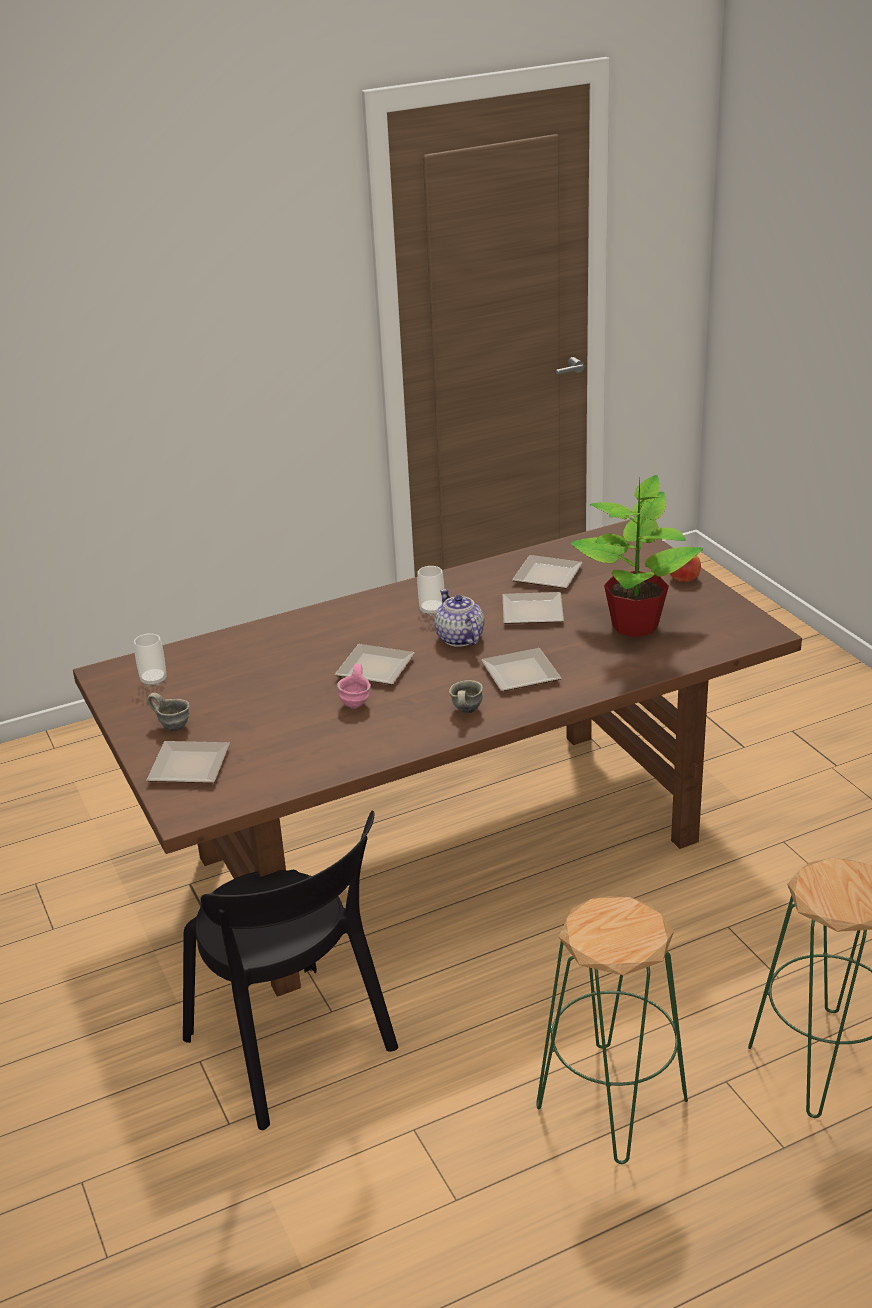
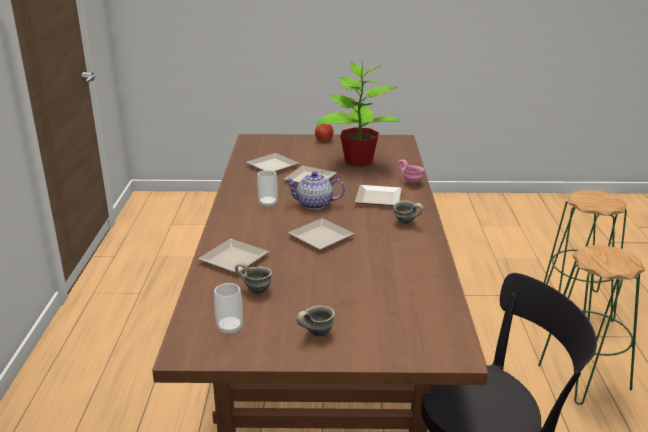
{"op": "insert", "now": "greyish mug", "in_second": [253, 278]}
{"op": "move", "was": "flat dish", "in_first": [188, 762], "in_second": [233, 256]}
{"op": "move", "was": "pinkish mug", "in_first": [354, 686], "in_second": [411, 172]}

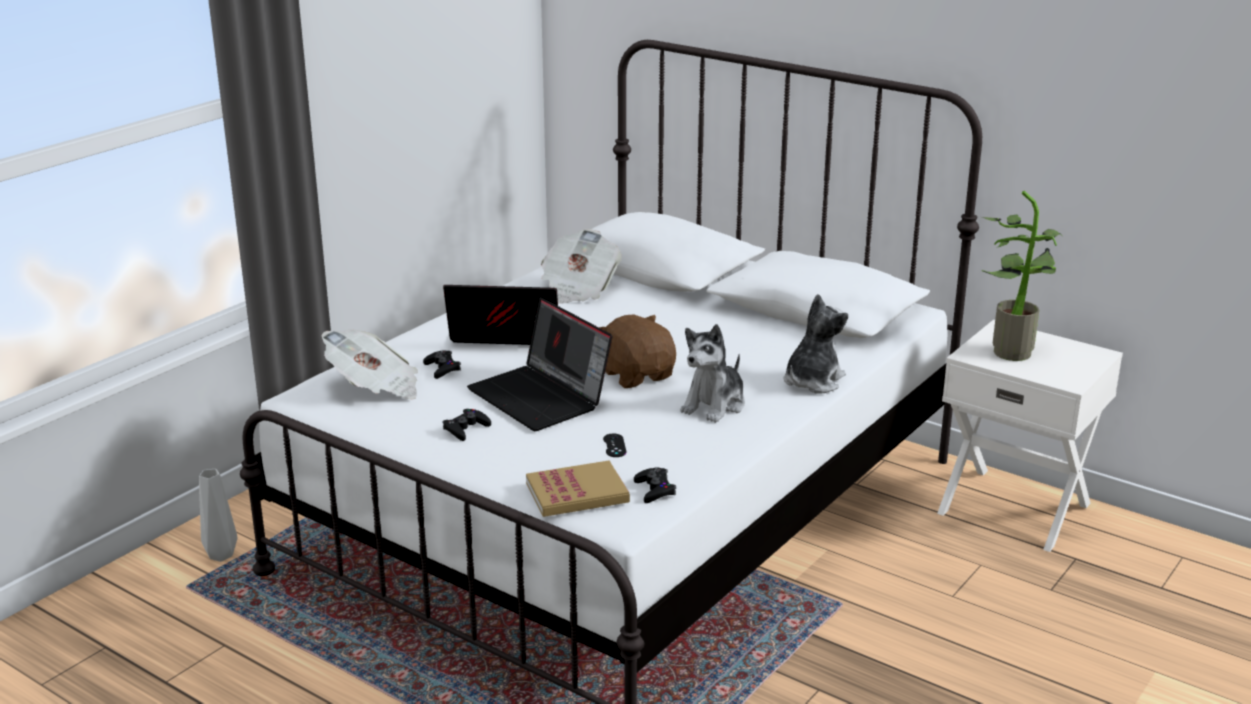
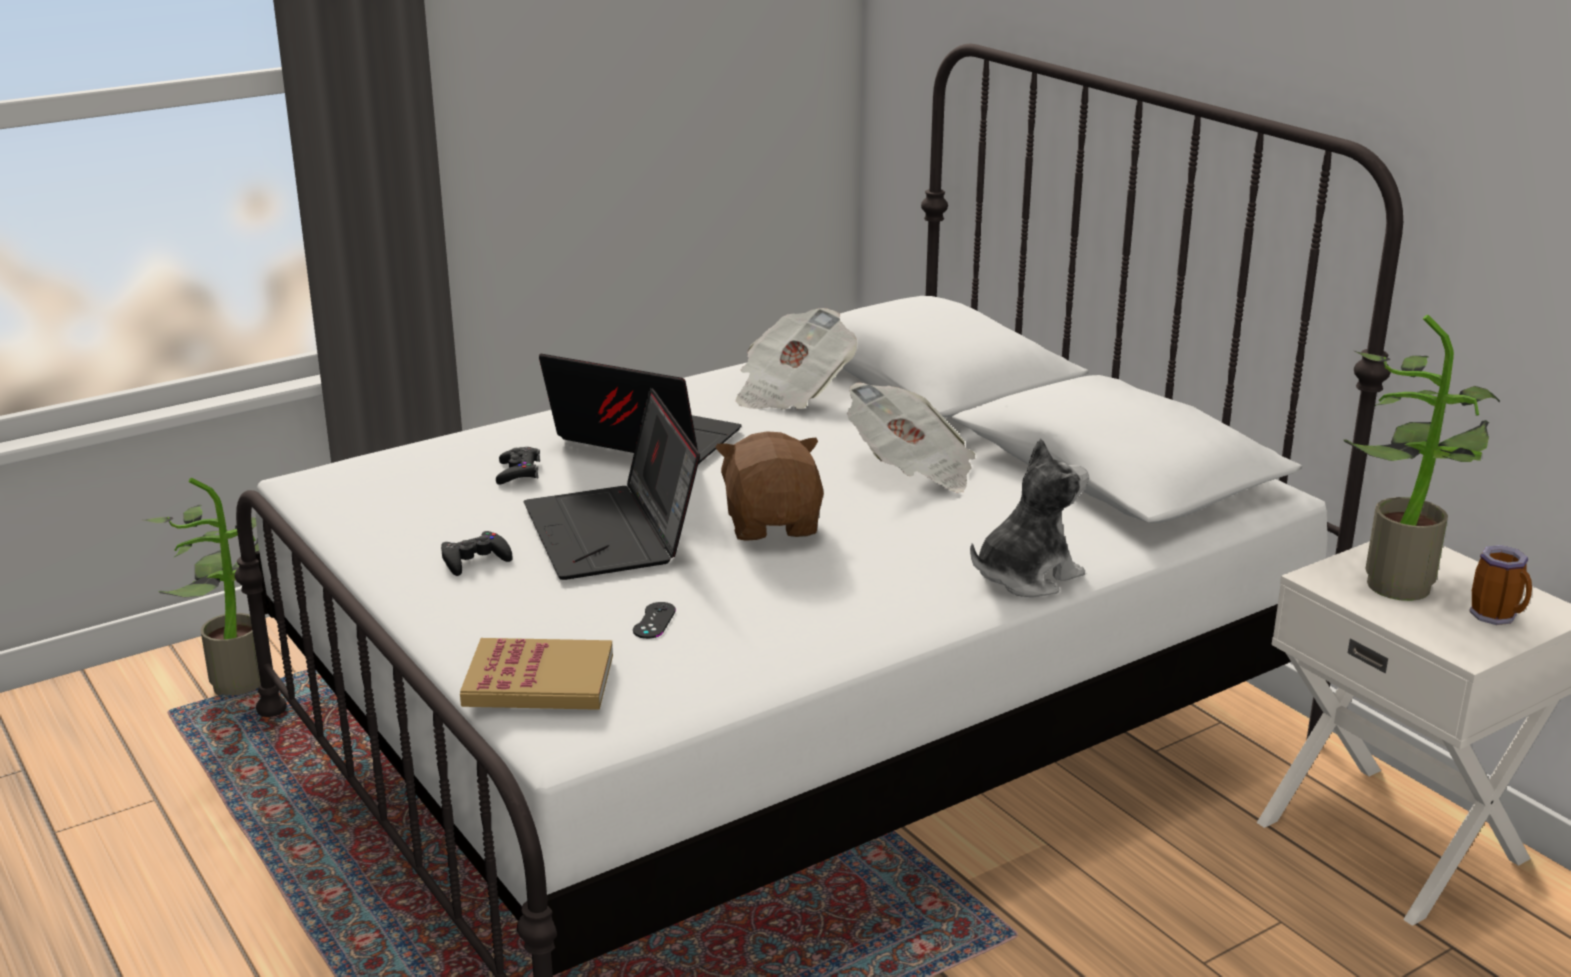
{"op": "delete", "was": "black-coloured gamepad", "in_first": [655, 485]}
{"op": "delete", "was": "cuddly toy", "in_first": [712, 373]}
{"op": "insert", "now": "mug", "in_second": [1500, 585]}
{"op": "move", "was": "printed paper", "in_first": [370, 364], "in_second": [911, 437]}
{"op": "replace", "was": "greyish vase", "now": "houseplant", "in_first": [218, 515], "in_second": [202, 586]}

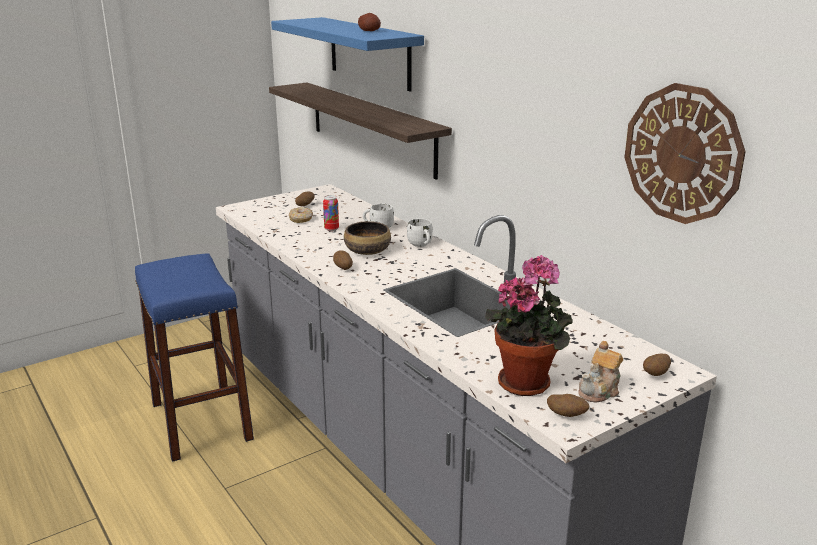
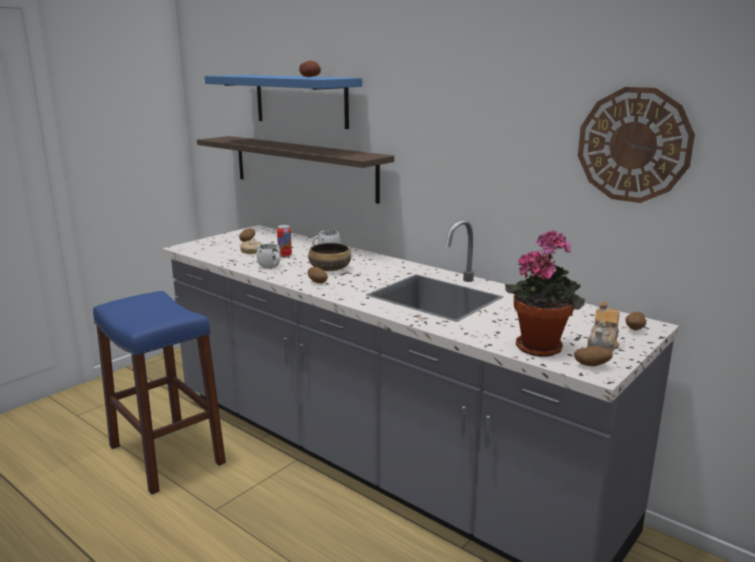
{"op": "move", "was": "whitish mug", "in_first": [420, 232], "in_second": [269, 256]}

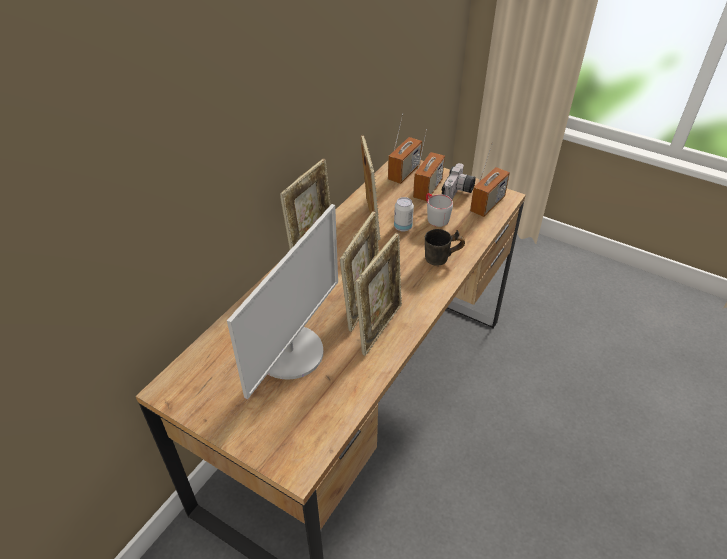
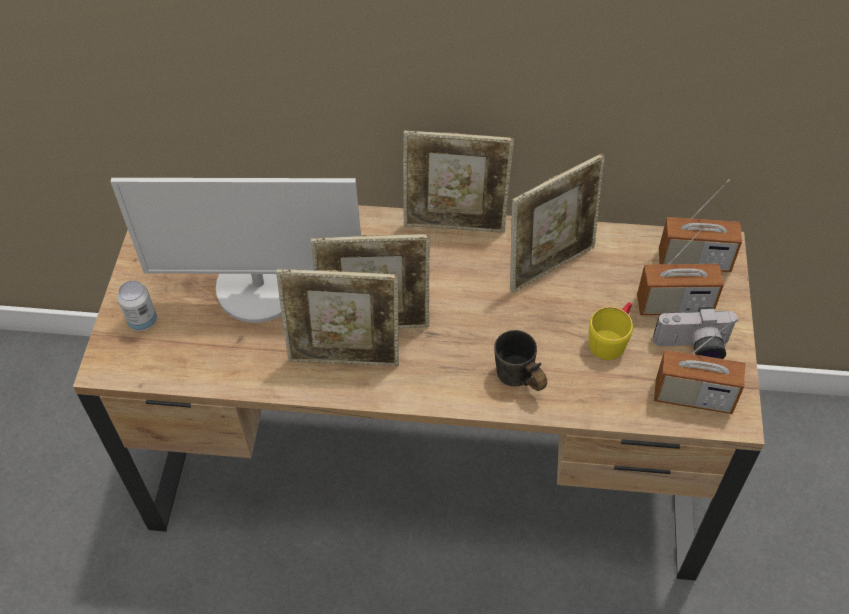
{"op": "move", "was": "can", "in_first": [404, 214], "in_second": [137, 306]}
{"op": "recolor", "was": "greyish mug", "now": "yellowish mug", "in_first": [439, 210], "in_second": [611, 331]}

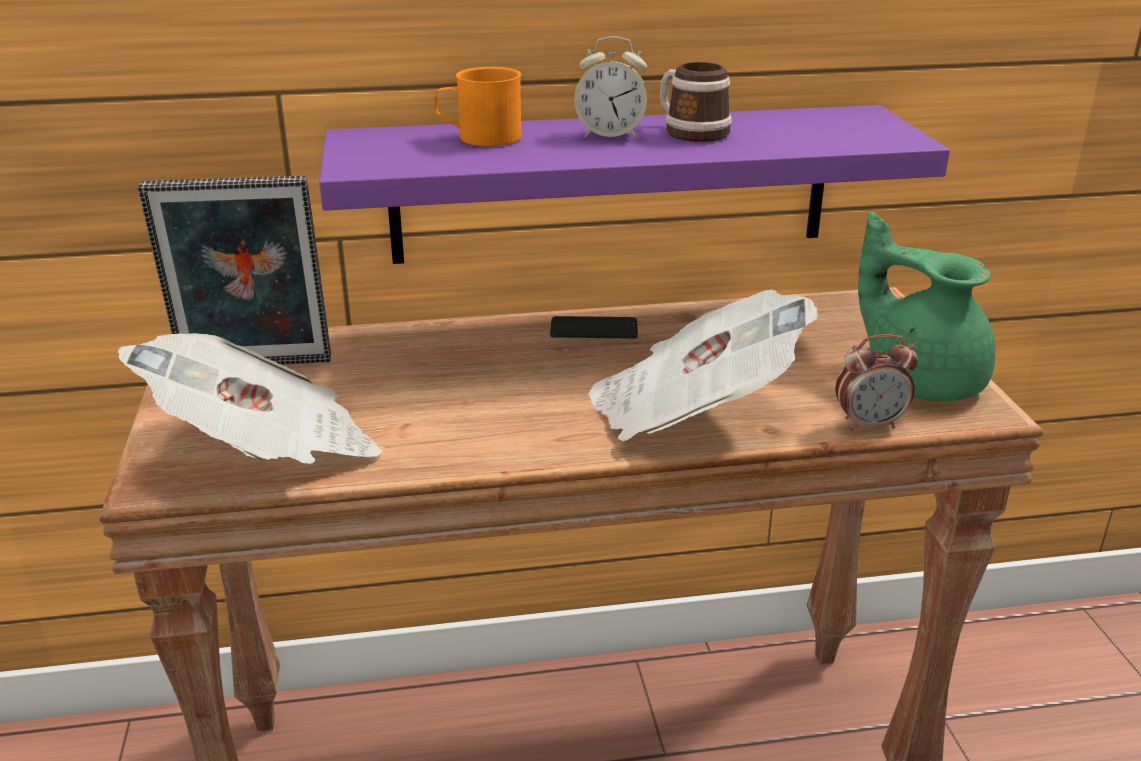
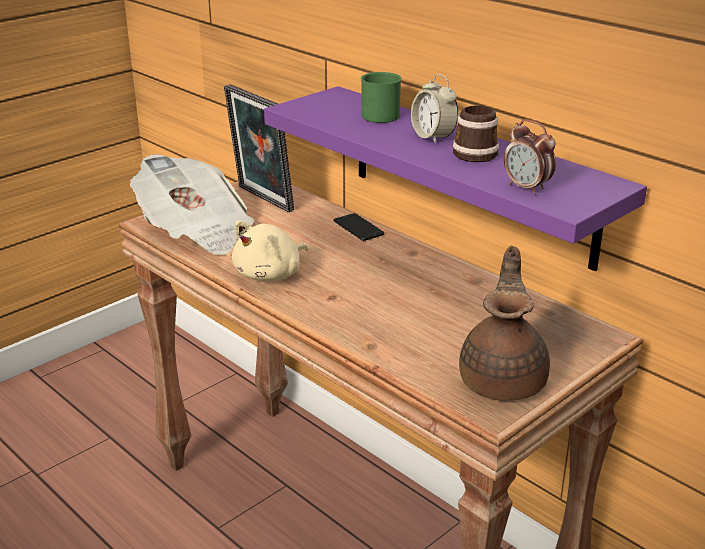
{"op": "delete", "was": "printed paper", "in_first": [703, 365]}
{"op": "insert", "now": "beige cuddly toy", "in_second": [270, 251]}
{"op": "move", "was": "handset", "in_first": [594, 327], "in_second": [359, 227]}
{"op": "move", "was": "table clock", "in_first": [876, 382], "in_second": [530, 157]}
{"op": "recolor", "was": "orange-coloured mug", "now": "green-coloured mug", "in_first": [478, 107], "in_second": [381, 97]}
{"op": "recolor", "was": "green-coloured teapot", "now": "brownish teapot", "in_first": [927, 306], "in_second": [504, 323]}

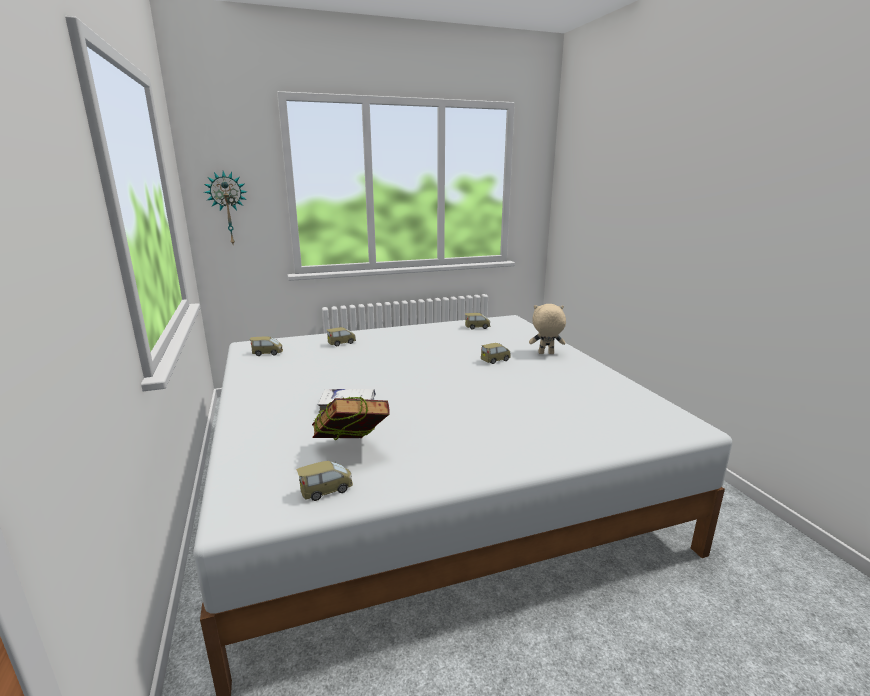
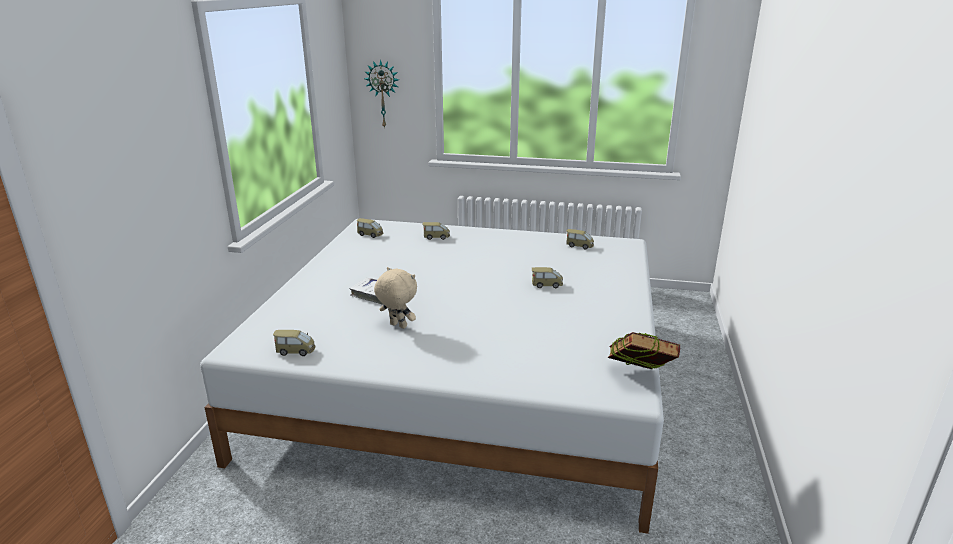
{"op": "move", "was": "book", "in_first": [350, 418], "in_second": [644, 350]}
{"op": "move", "was": "beige cuddly toy", "in_first": [547, 329], "in_second": [395, 298]}

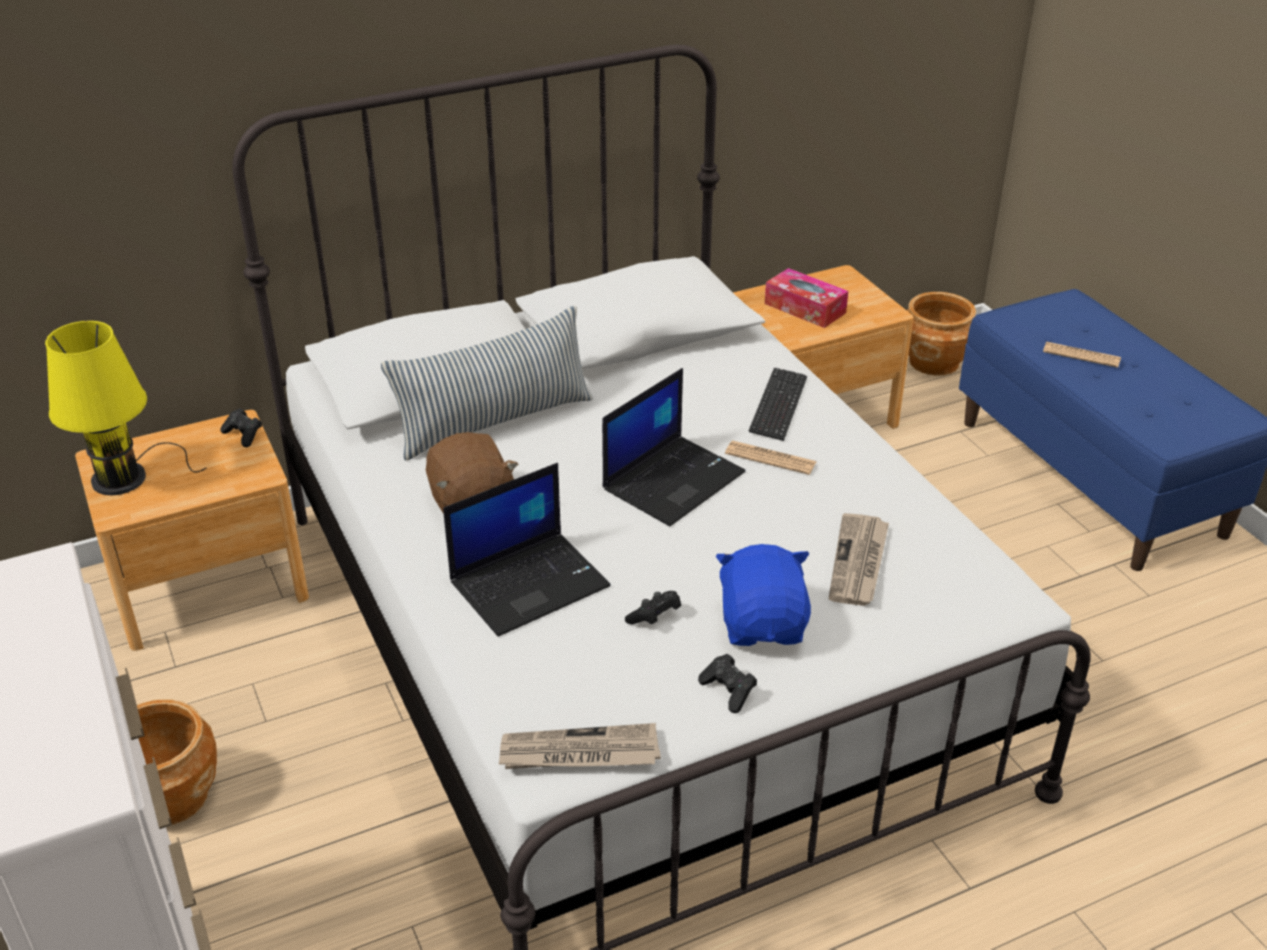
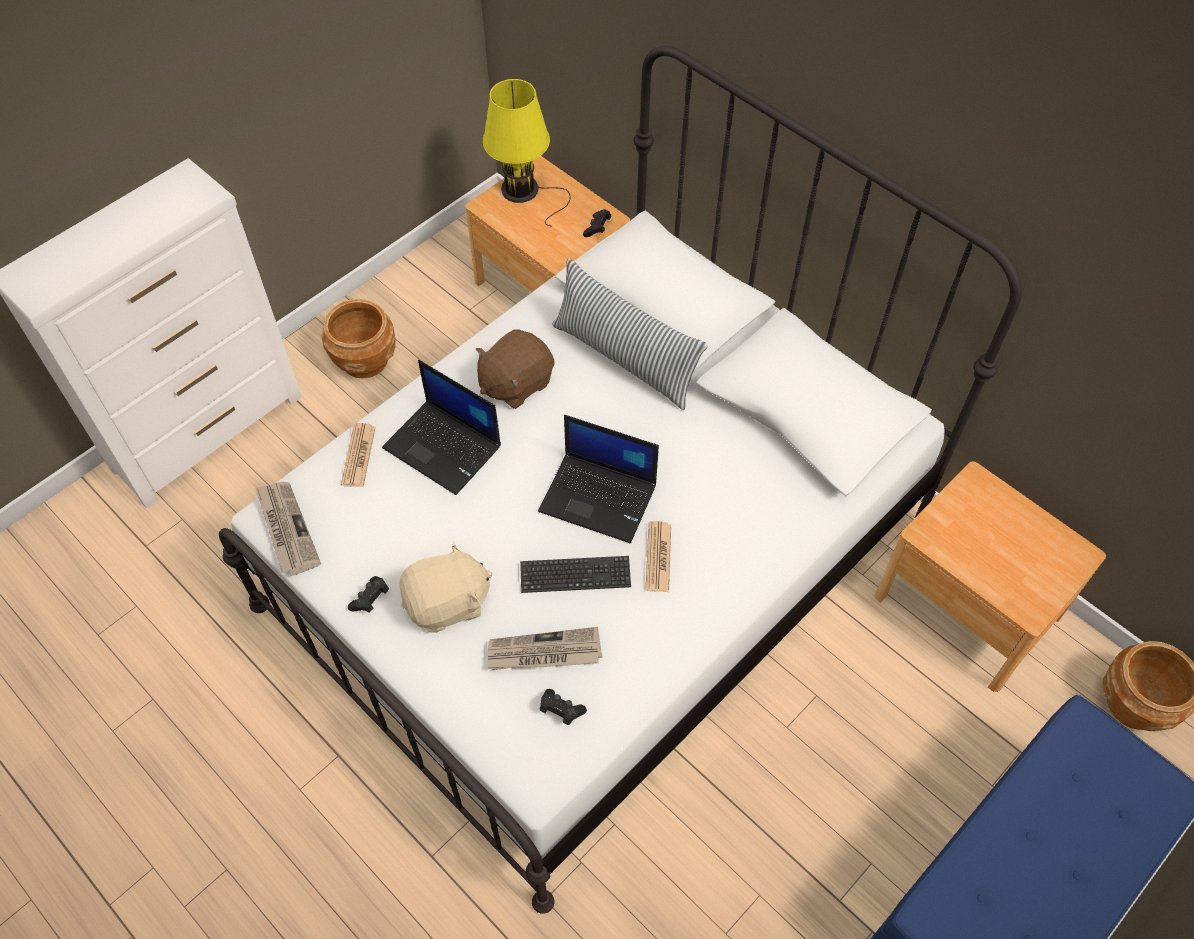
{"op": "delete", "was": "box of tissues", "in_first": [806, 298]}
{"op": "move", "was": "black-coloured gamepad", "in_first": [653, 607], "in_second": [563, 707]}
{"op": "move", "was": "keyboard", "in_first": [778, 404], "in_second": [575, 574]}
{"op": "move", "was": "printed paper", "in_first": [1082, 355], "in_second": [358, 455]}
{"op": "recolor", "was": "blue-coloured cuddly toy", "now": "beige cuddly toy", "in_first": [763, 595], "in_second": [446, 587]}

